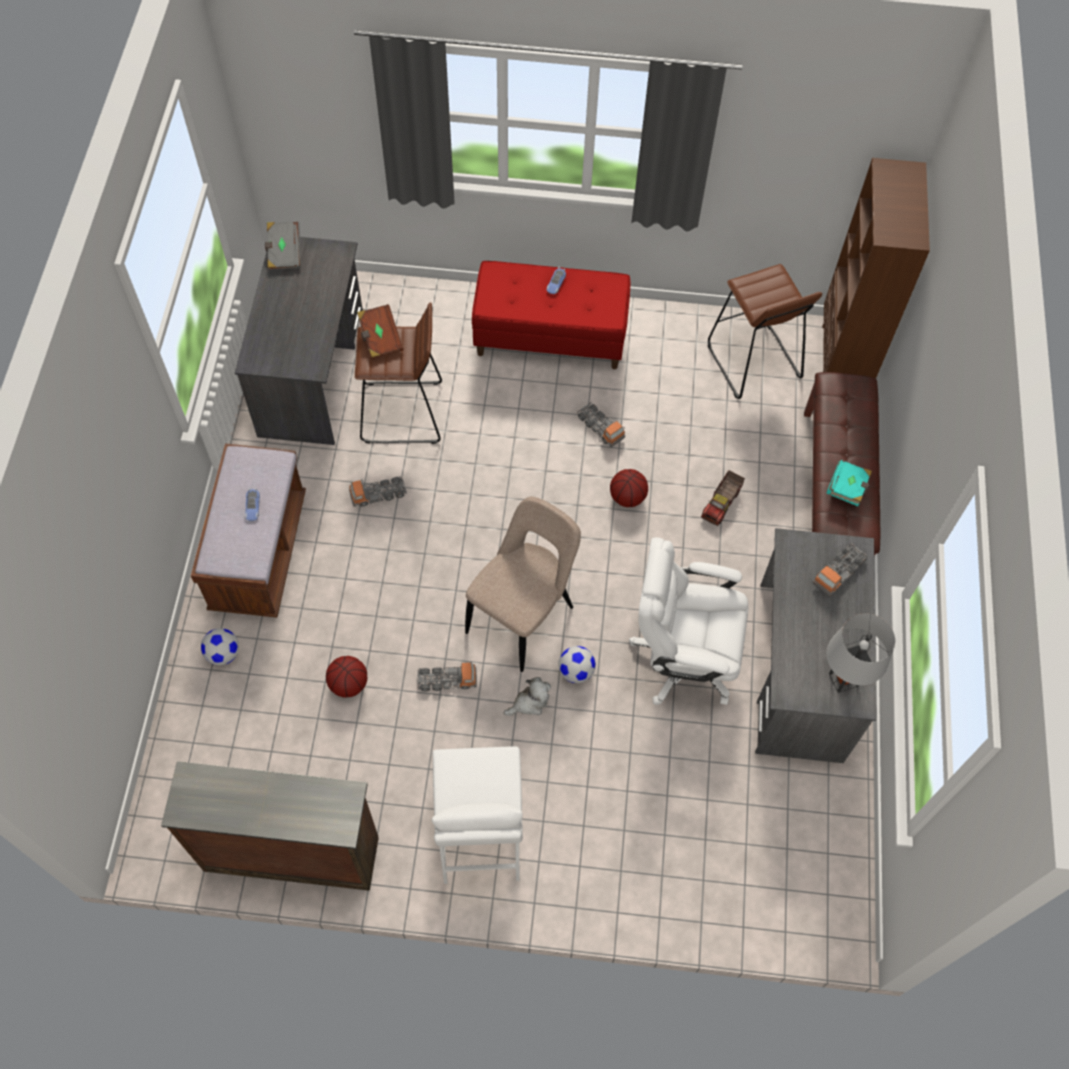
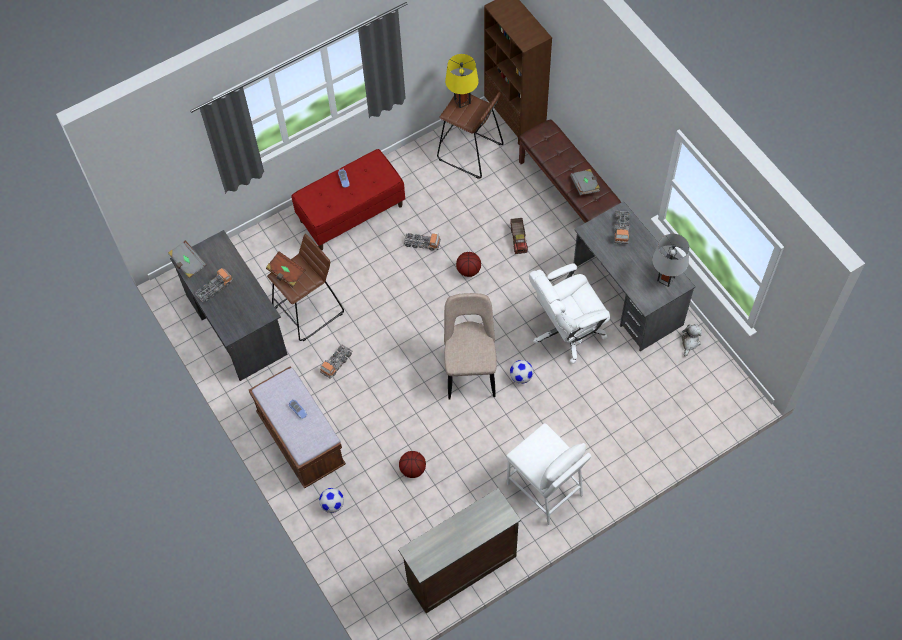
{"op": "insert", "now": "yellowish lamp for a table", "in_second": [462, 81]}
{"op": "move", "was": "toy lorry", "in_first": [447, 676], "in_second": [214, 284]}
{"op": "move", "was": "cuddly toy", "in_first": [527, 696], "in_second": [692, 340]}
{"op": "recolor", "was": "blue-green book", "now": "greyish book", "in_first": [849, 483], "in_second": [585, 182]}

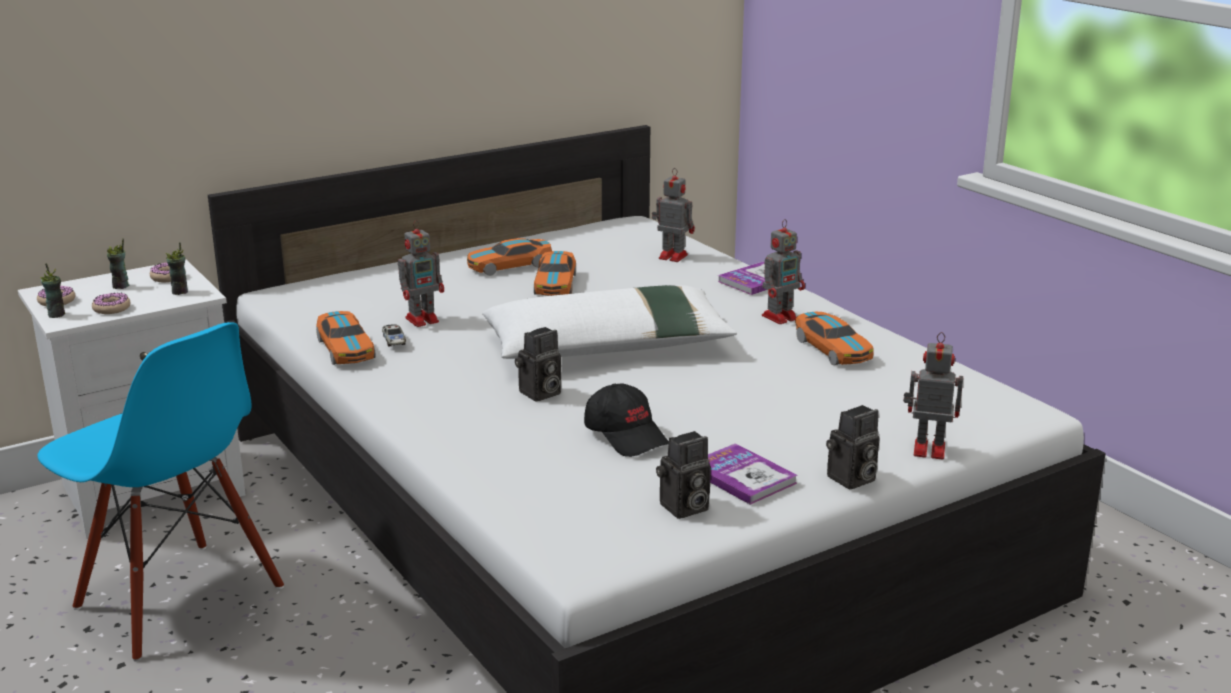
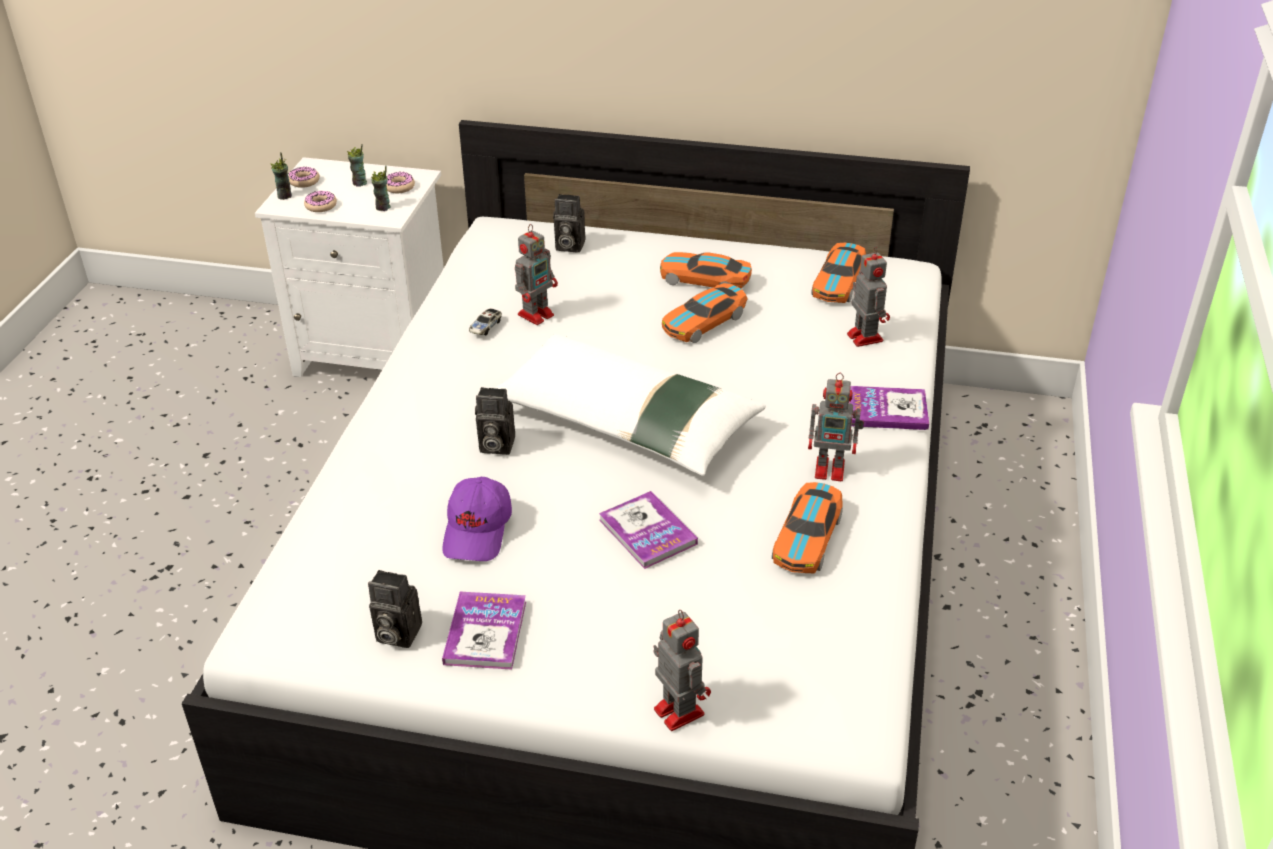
{"op": "delete", "was": "blue-coloured upright chair", "in_first": [160, 492]}
{"op": "insert", "now": "book", "in_second": [648, 530]}
{"op": "move", "was": "toy car", "in_first": [346, 338], "in_second": [838, 273]}
{"op": "move", "was": "still camera", "in_first": [852, 447], "in_second": [569, 223]}
{"op": "recolor", "was": "black-coloured peaked cap", "now": "purplish peaked cap", "in_first": [626, 420], "in_second": [477, 519]}
{"op": "rotate", "was": "model robot", "in_first": [421, 273], "in_second": [536, 274], "clockwise": -60}

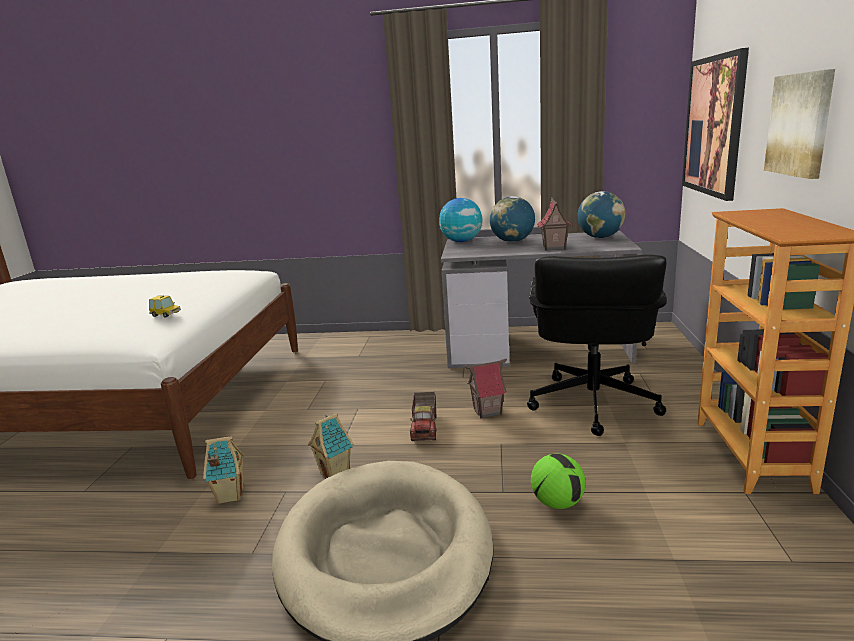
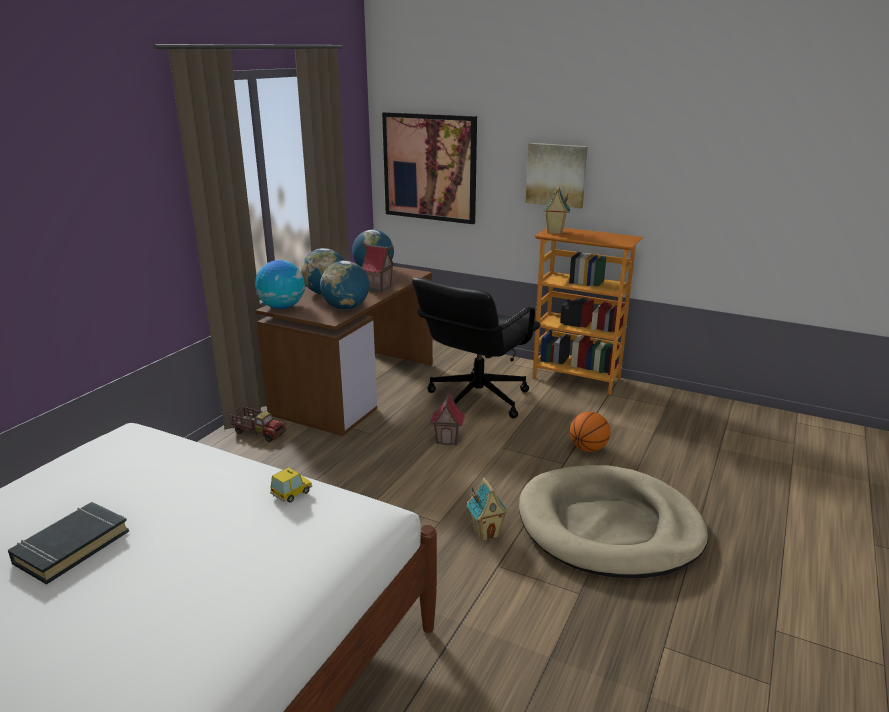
{"op": "insert", "now": "black-coloured book", "in_second": [68, 543]}
{"op": "insert", "now": "world globe", "in_second": [344, 285]}
{"op": "move", "was": "miniature house", "in_first": [223, 470], "in_second": [556, 210]}
{"op": "move", "was": "toy lorry", "in_first": [423, 416], "in_second": [257, 424]}
{"op": "replace", "was": "ball for football", "now": "basketball ball", "in_first": [558, 481], "in_second": [590, 432]}
{"op": "recolor", "was": "greyish desk unit", "now": "brownish desk unit", "in_first": [541, 299], "in_second": [344, 351]}
{"op": "rotate", "was": "black-coloured computer chair", "in_first": [597, 345], "in_second": [476, 348], "clockwise": 90}

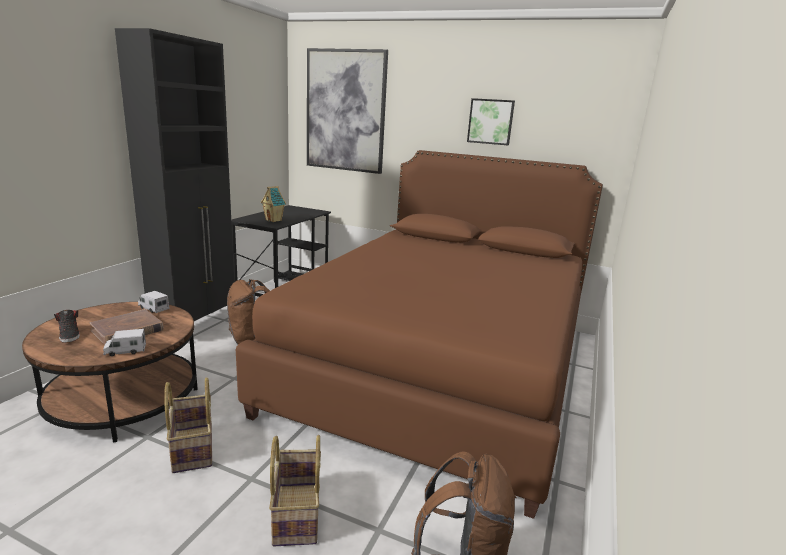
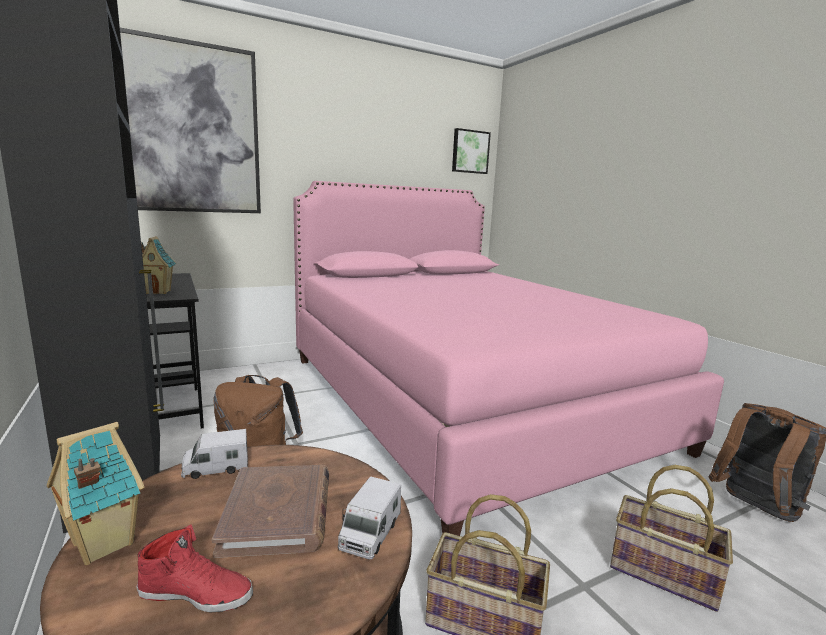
{"op": "insert", "now": "miniature house", "in_second": [95, 493]}
{"op": "move", "was": "wall picture", "in_first": [491, 121], "in_second": [471, 151]}
{"op": "recolor", "was": "black-coloured shoe", "now": "reddish shoe", "in_first": [67, 326], "in_second": [194, 568]}
{"op": "recolor", "was": "brownish bed", "now": "pinkish bed", "in_first": [419, 334], "in_second": [508, 358]}

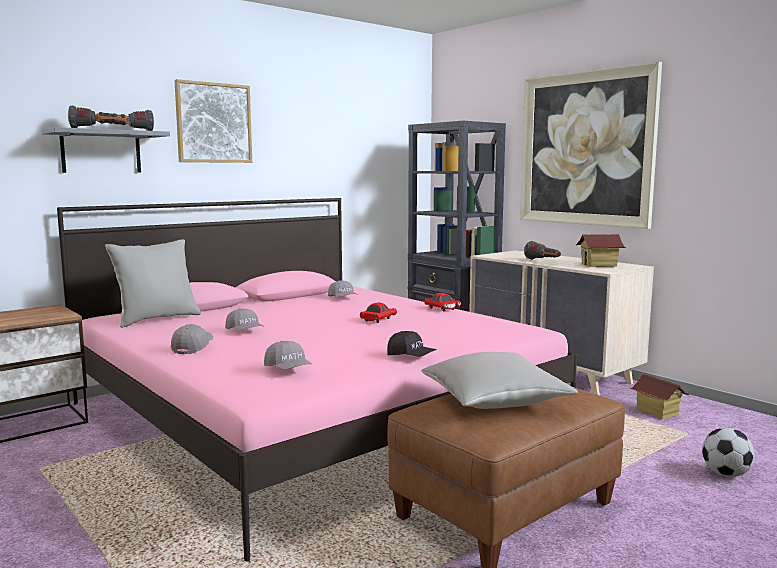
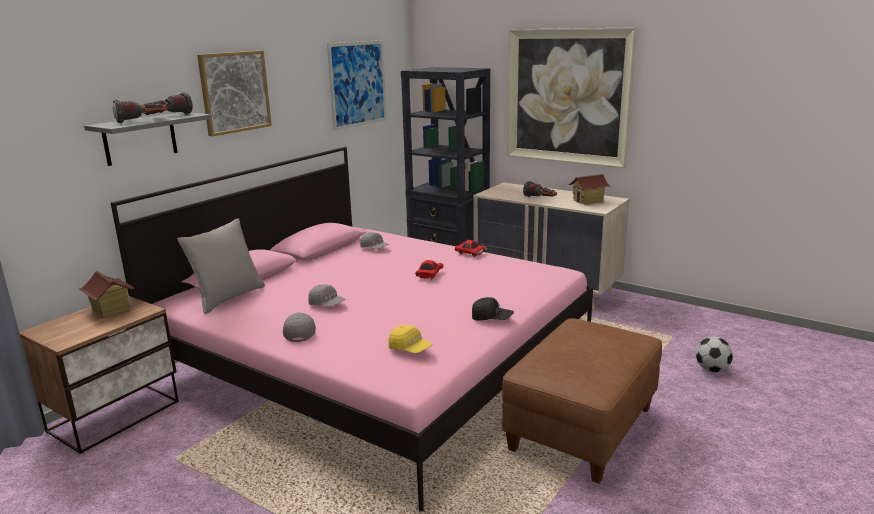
{"op": "delete", "was": "greyish cushion", "in_first": [499, 380]}
{"op": "insert", "now": "wall picture", "in_second": [357, 86]}
{"op": "move", "was": "miniature house", "in_first": [659, 396], "in_second": [106, 294]}
{"op": "recolor", "was": "greyish peaked cap", "now": "yellowish peaked cap", "in_first": [288, 355], "in_second": [410, 339]}

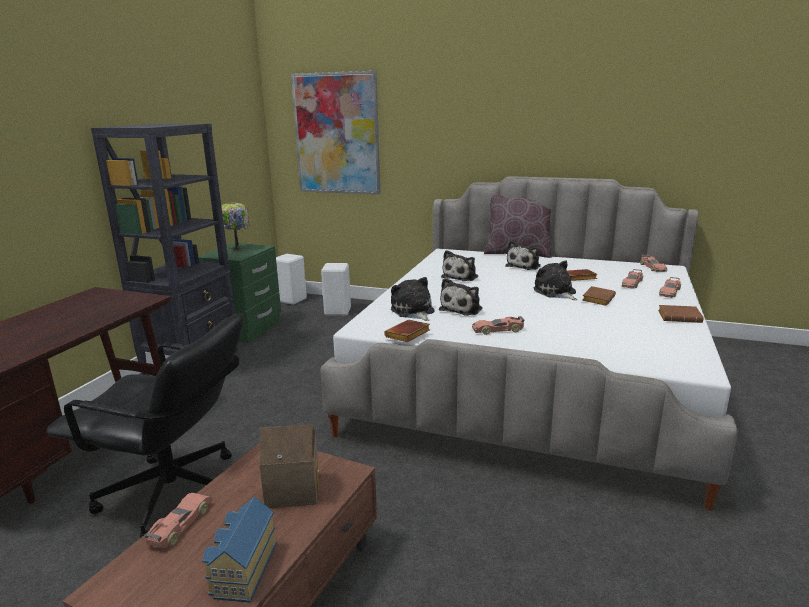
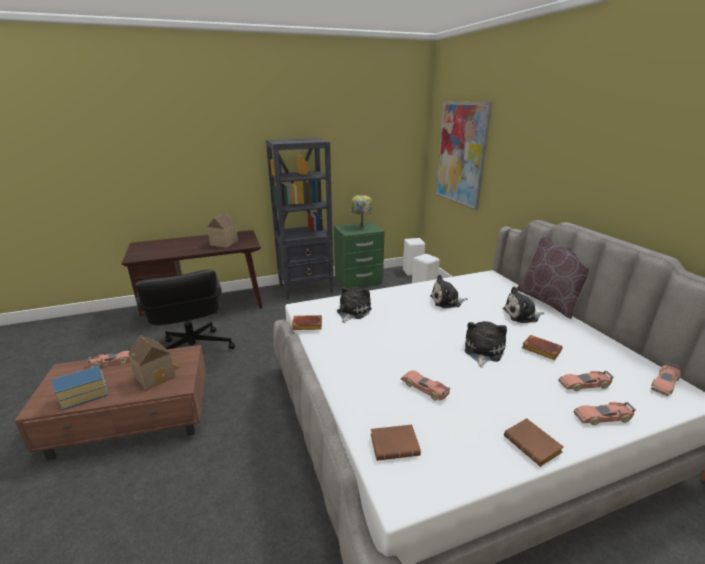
{"op": "delete", "was": "cuddly toy", "in_first": [461, 297]}
{"op": "insert", "now": "miniature house", "in_second": [222, 230]}
{"op": "move", "was": "toy car", "in_first": [498, 325], "in_second": [425, 385]}
{"op": "move", "was": "brownish book", "in_first": [599, 296], "in_second": [396, 443]}

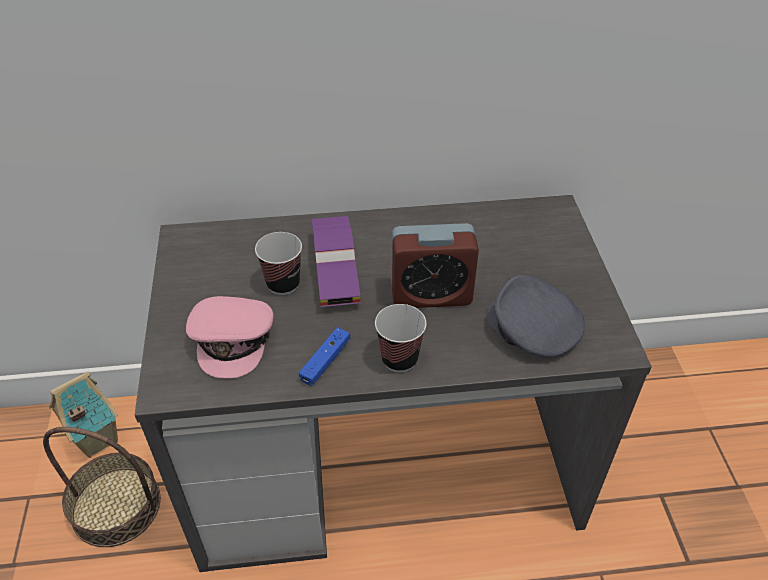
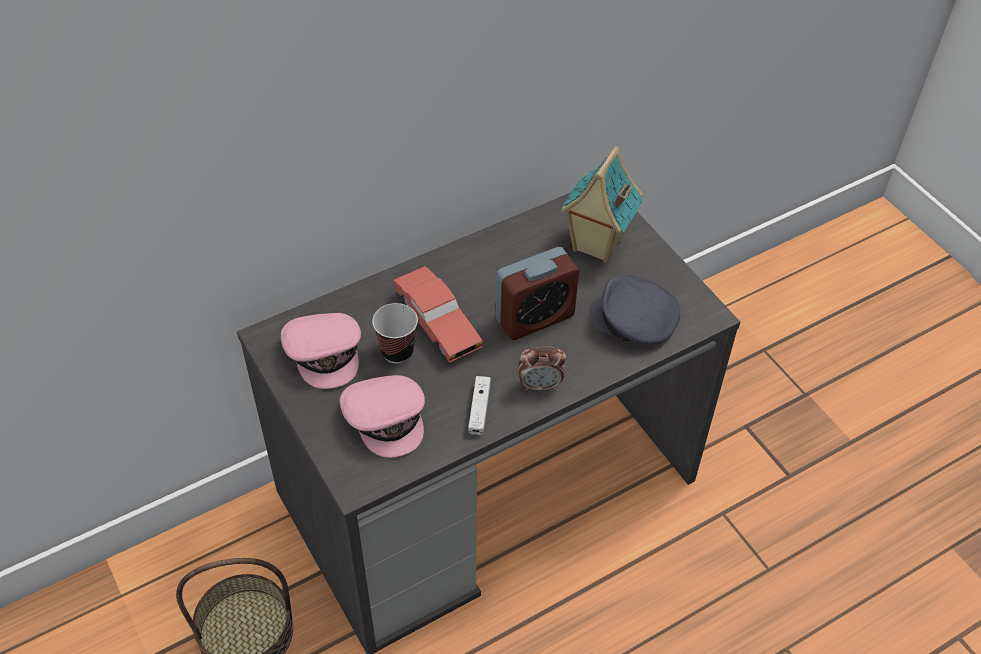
{"op": "insert", "now": "pinkish peaked cap", "in_second": [321, 351]}
{"op": "move", "was": "miniature house", "in_first": [83, 414], "in_second": [602, 204]}
{"op": "replace", "was": "small cup", "now": "table clock", "in_first": [400, 338], "in_second": [542, 368]}
{"op": "recolor", "was": "blue-coloured gamepad", "now": "whitish gamepad", "in_first": [324, 356], "in_second": [479, 405]}
{"op": "recolor", "was": "purplish toy car", "now": "reddish toy car", "in_first": [336, 261], "in_second": [438, 314]}

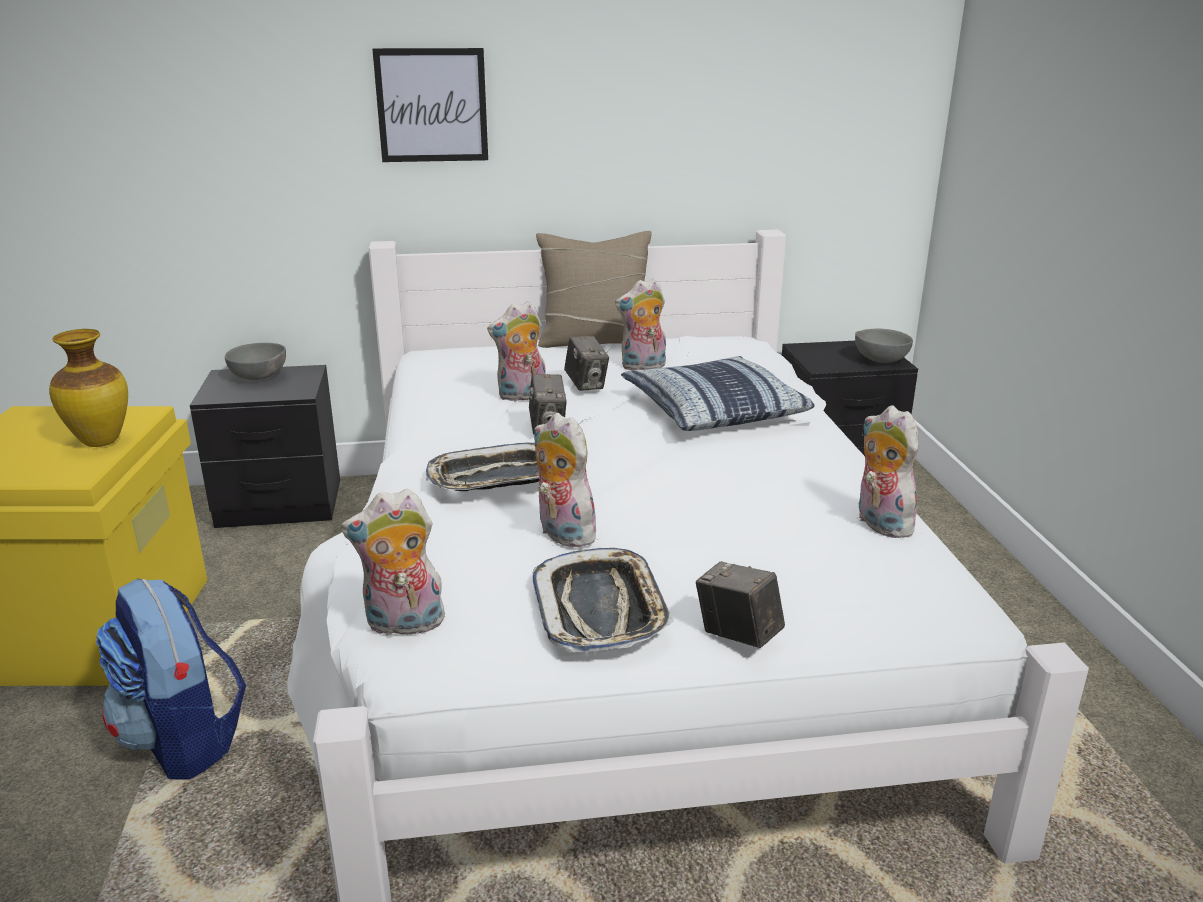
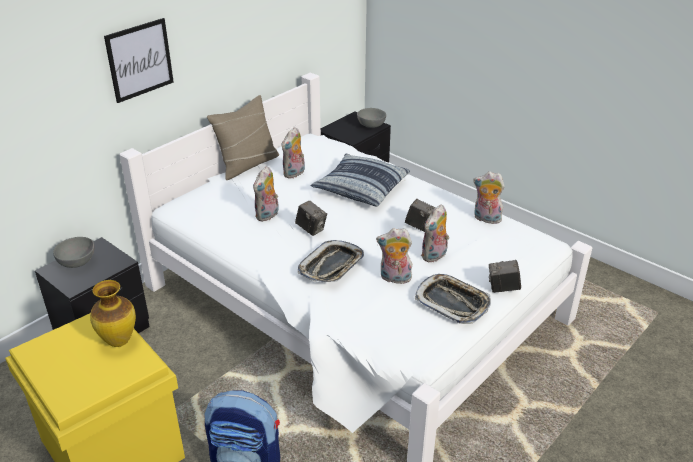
{"op": "move", "was": "cuddly toy", "in_first": [393, 562], "in_second": [435, 233]}
{"op": "move", "was": "still camera", "in_first": [586, 363], "in_second": [420, 215]}

